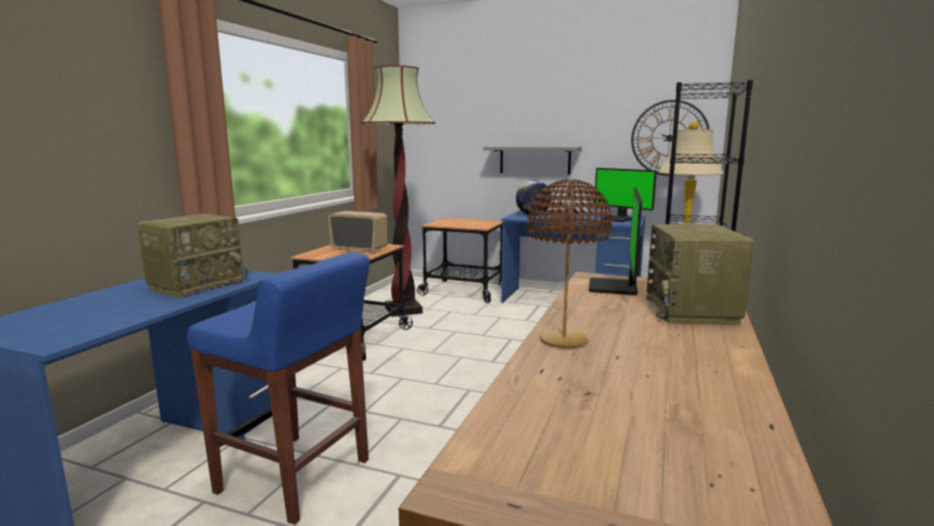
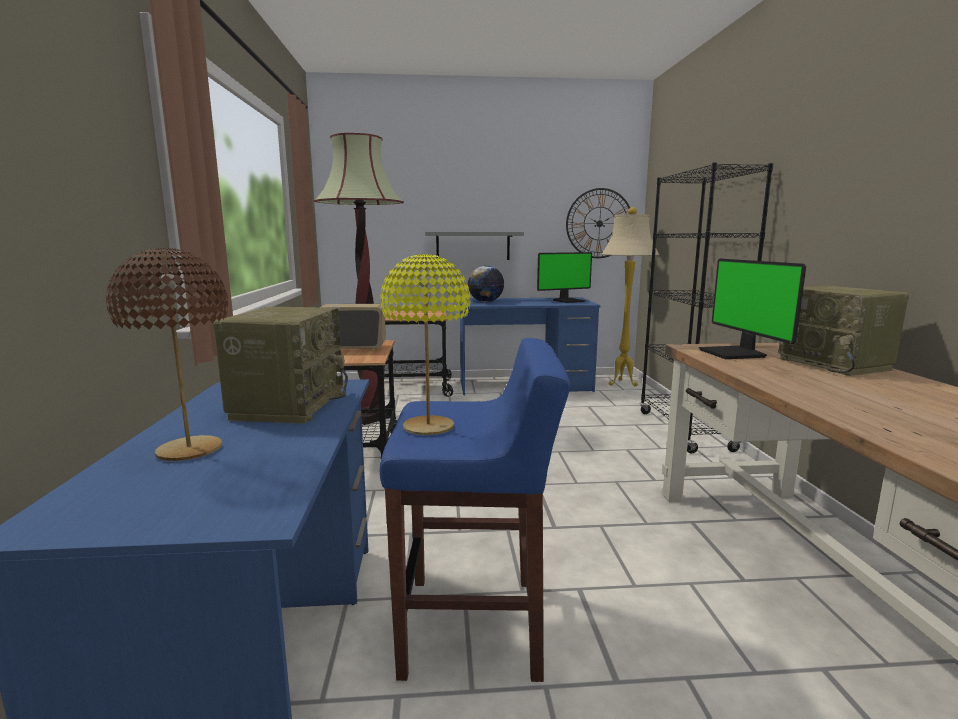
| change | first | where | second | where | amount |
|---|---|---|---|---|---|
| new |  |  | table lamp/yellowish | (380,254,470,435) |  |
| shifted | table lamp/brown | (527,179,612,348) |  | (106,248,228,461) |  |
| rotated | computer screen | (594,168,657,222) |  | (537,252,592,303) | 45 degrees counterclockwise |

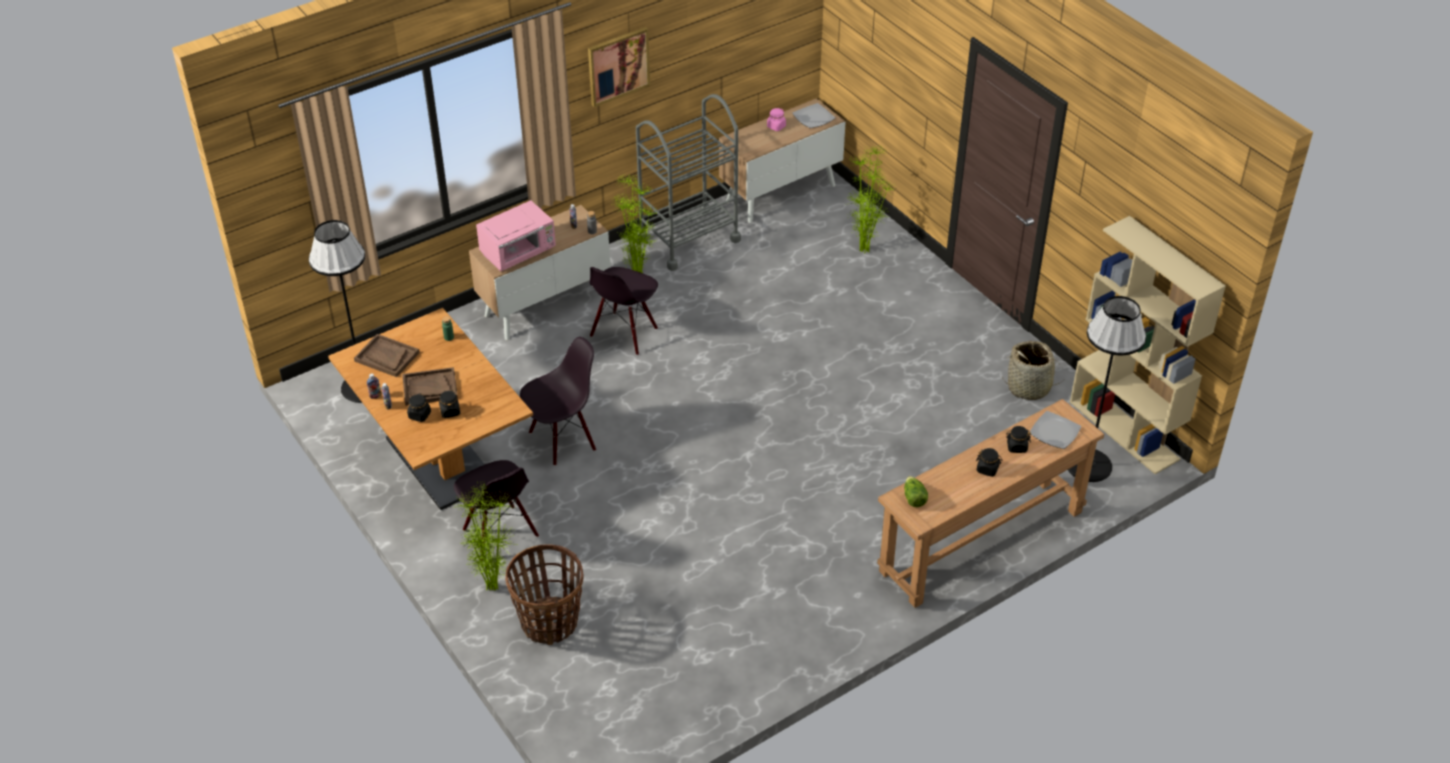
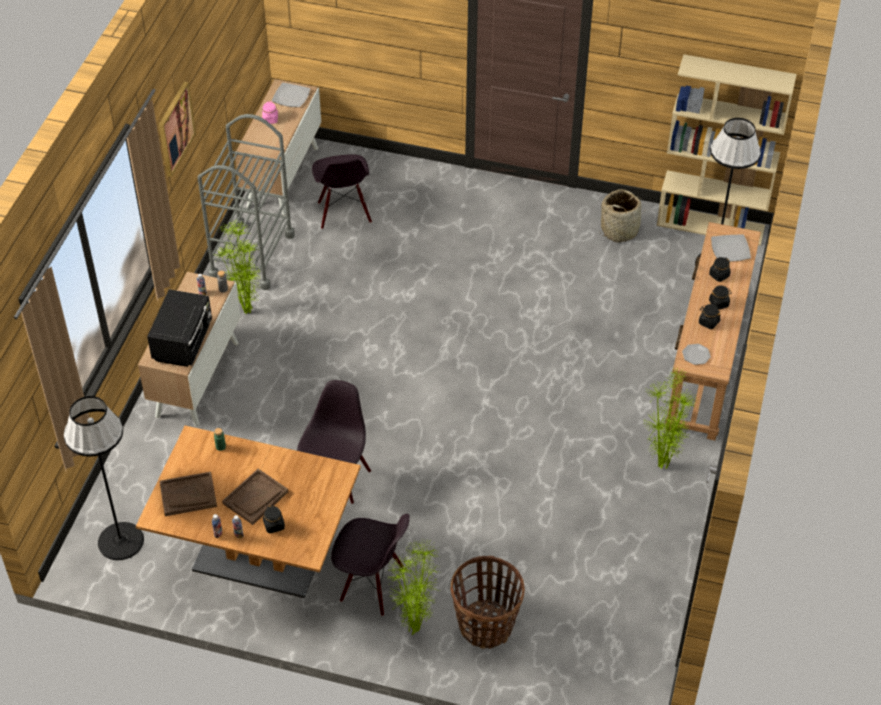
| change | first | where | second | where | amount |
|---|---|---|---|---|---|
| shifted | preserve jar/blackish | (439,390,460,418) |  | (699,304,721,329) |  |
| shifted | plain chair/blackish | (590,267,658,355) |  | (312,154,372,229) |  |
| shifted | houseplant | (846,146,896,253) |  | (642,368,696,469) |  |
| swapped | lettuce head | (904,476,928,507) | dinner plate | (682,344,711,365) |  |
| repainted | microwave oven/pink-coloured | (476,200,556,271) | microwave oven/blackish | (147,289,212,367) |  |

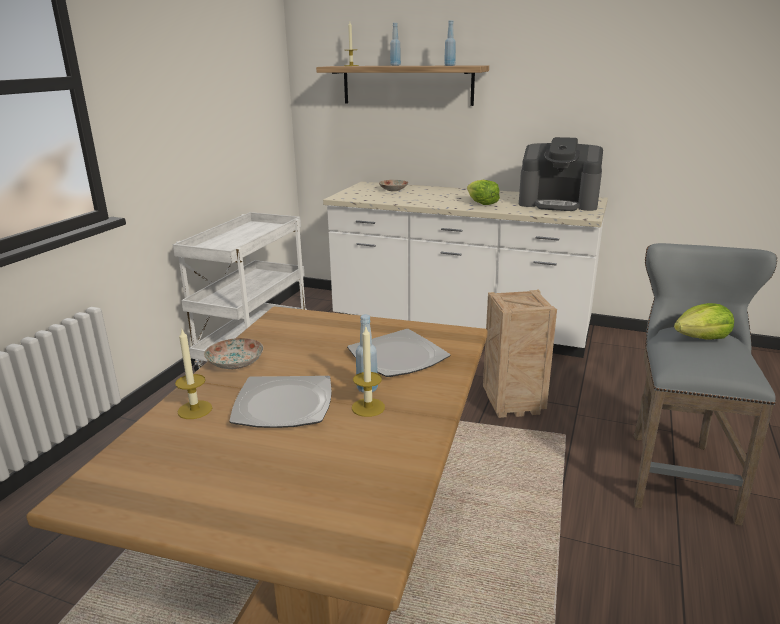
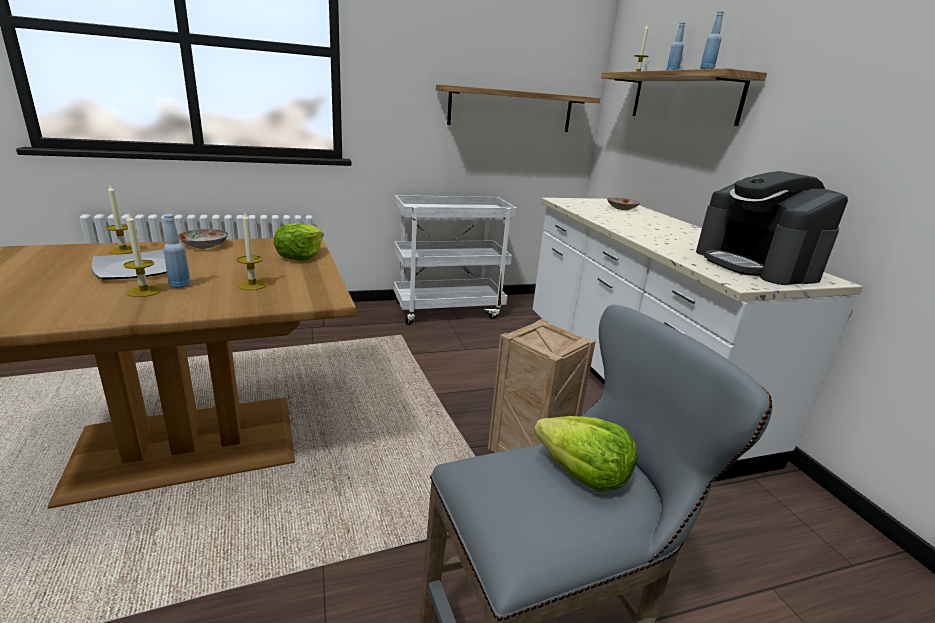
| change | first | where | second | where | amount |
|---|---|---|---|---|---|
| new |  |  | bracket shelf | (436,85,600,132) |  |
| shifted | lettuce head | (467,180,500,205) |  | (274,224,324,261) |  |
| swapped | dinner plate | (347,329,450,377) | wax light | (237,212,267,290) |  |

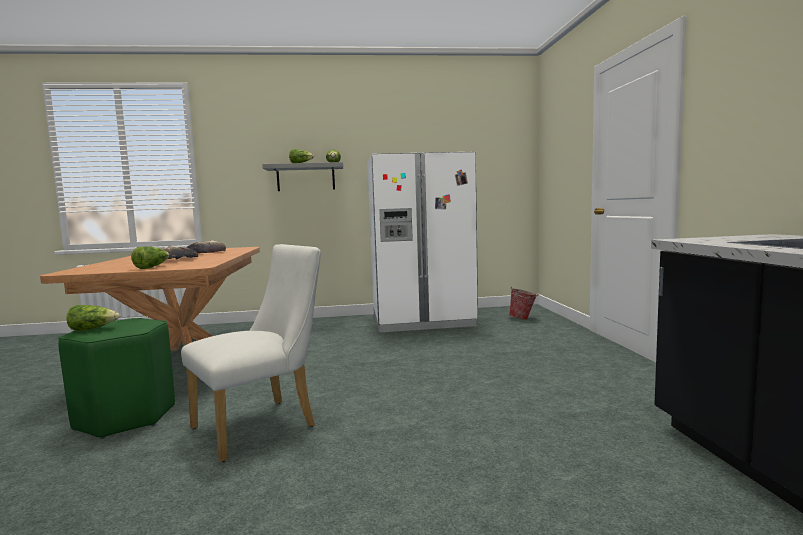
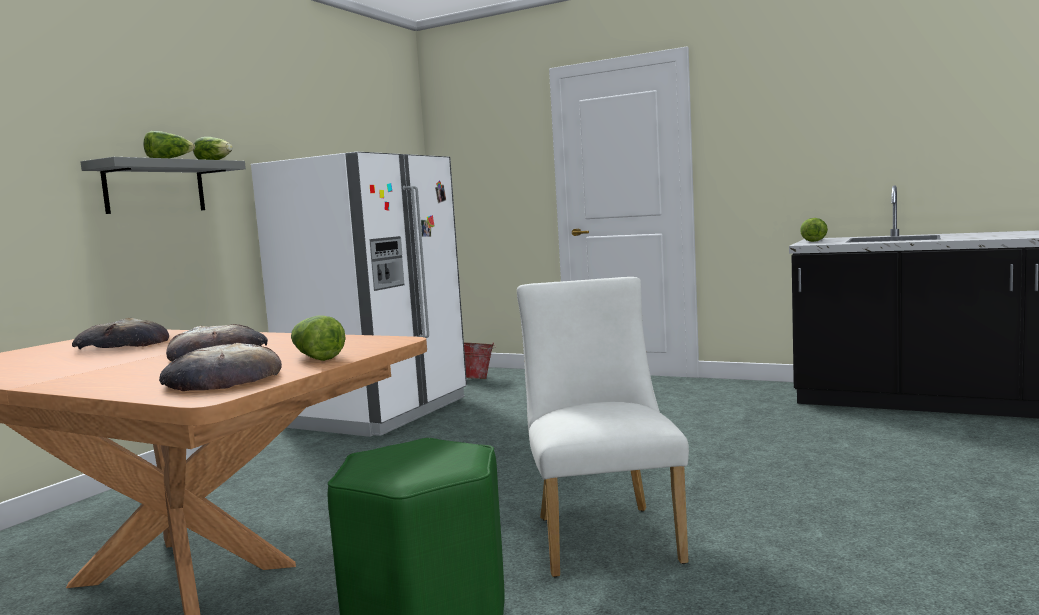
| change | first | where | second | where | amount |
|---|---|---|---|---|---|
| new |  |  | baked bread | (159,343,282,391) |  |
| shifted | lettuce head | (66,305,120,331) |  | (800,218,828,242) |  |

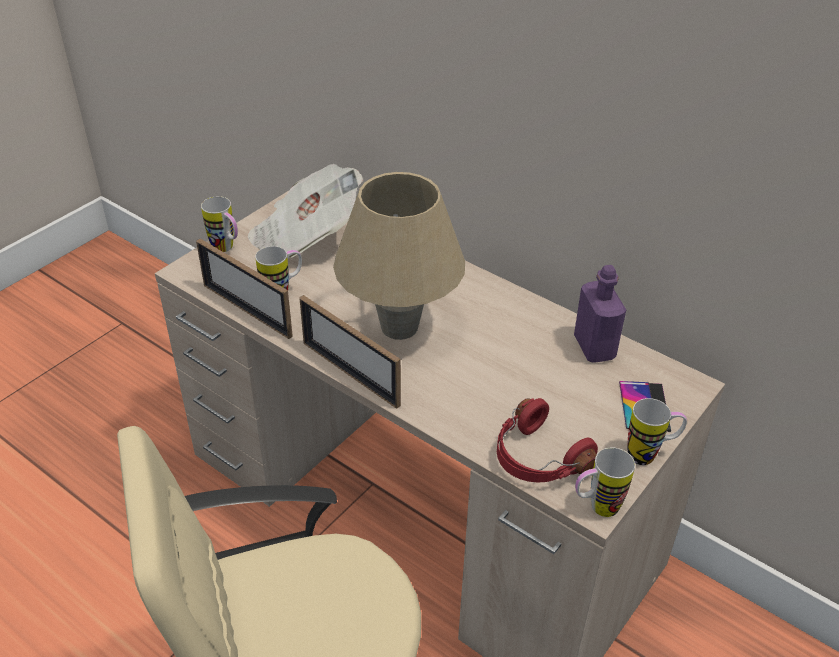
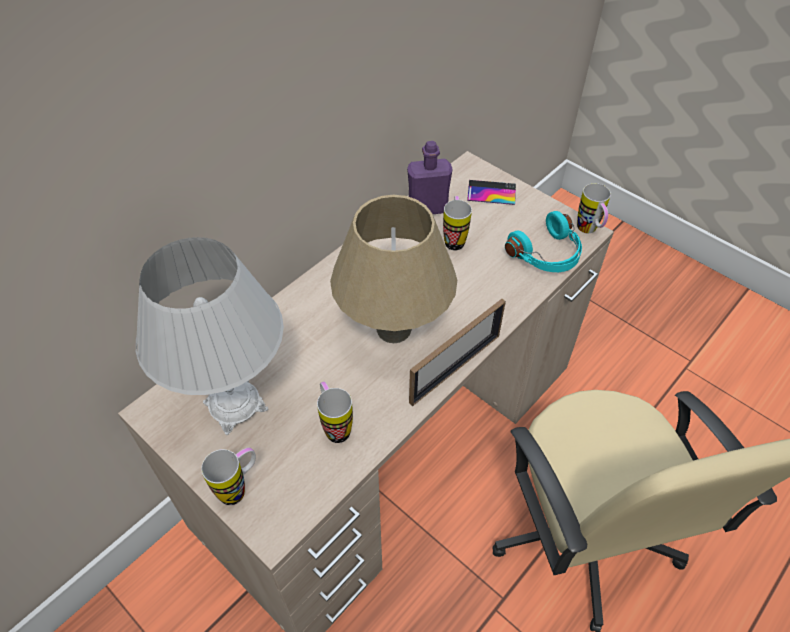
| change | first | where | second | where | amount |
|---|---|---|---|---|---|
| gone | standing frame | (196,239,293,339) |  |  |  |
| shifted | coffee mug | (627,398,687,465) |  | (443,196,472,251) |  |
| swapped | newspaper | (247,164,363,257) | table lamp/whitish | (136,237,284,435) |  |
| repainted | pair of headphones/red | (497,398,598,483) | pair of headphones/turquoise | (505,211,582,272) |  |

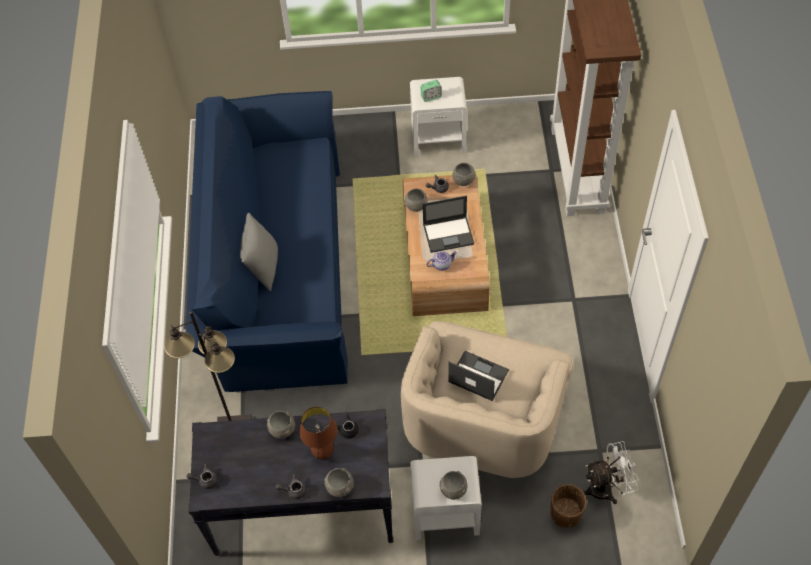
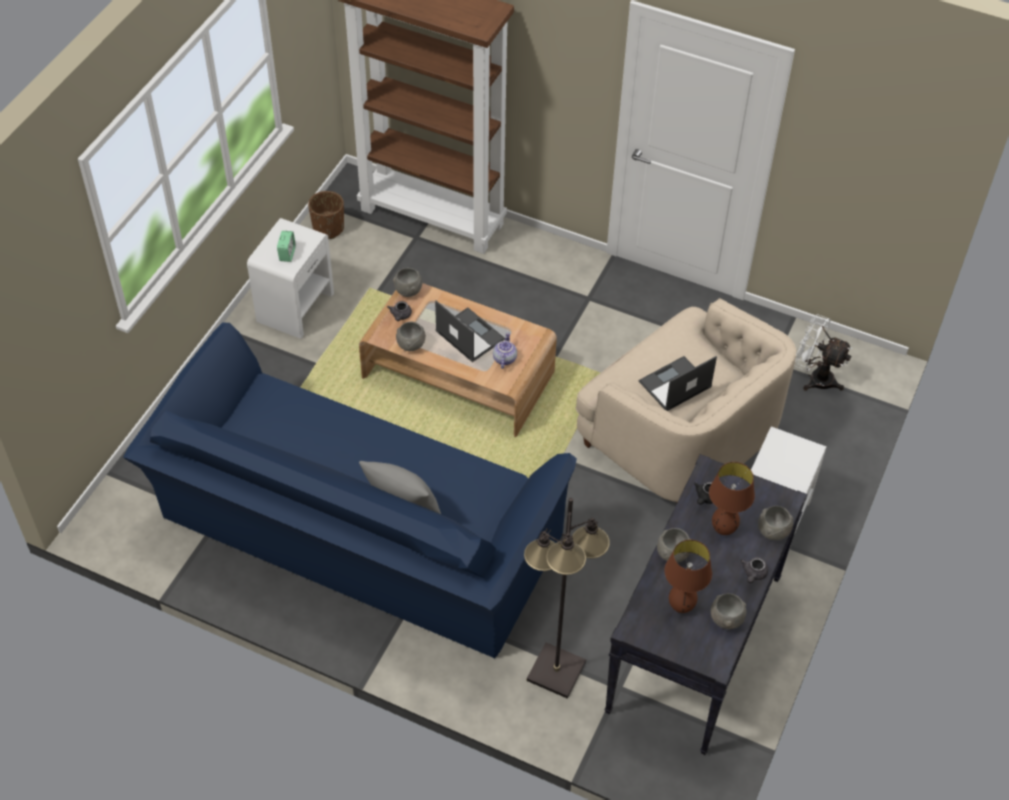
| change | first | where | second | where | amount |
|---|---|---|---|---|---|
| gone | tea pot/gray | (186,464,218,489) |  |  |  |
| new |  |  | table lamp/brown | (665,540,712,613) |  |
| shifted | serving bowl/gray | (440,471,467,500) |  | (711,593,747,629) |  |
| shifted | flower pot/brown | (551,484,587,528) |  | (308,191,344,239) |  |
| rotated | portable computer | (423,196,474,253) |  | (435,300,505,362) | 60 degrees counterclockwise |
| rotated | fan/whitish | (584,441,639,504) |  | (794,314,852,391) | 75 degrees counterclockwise |

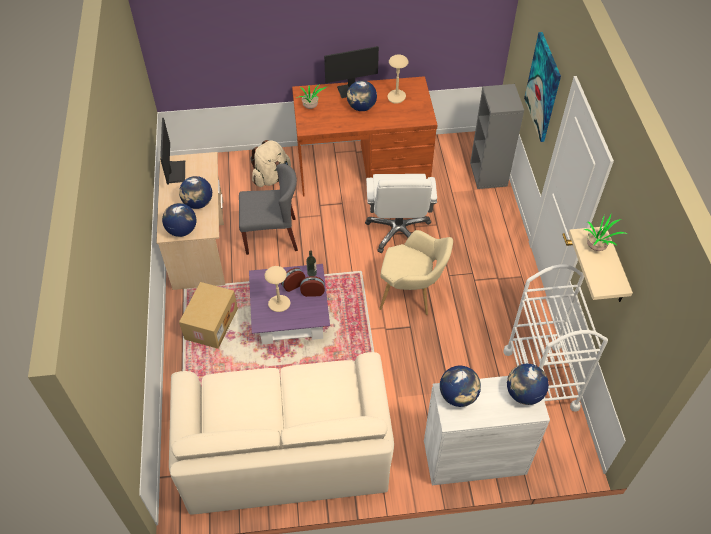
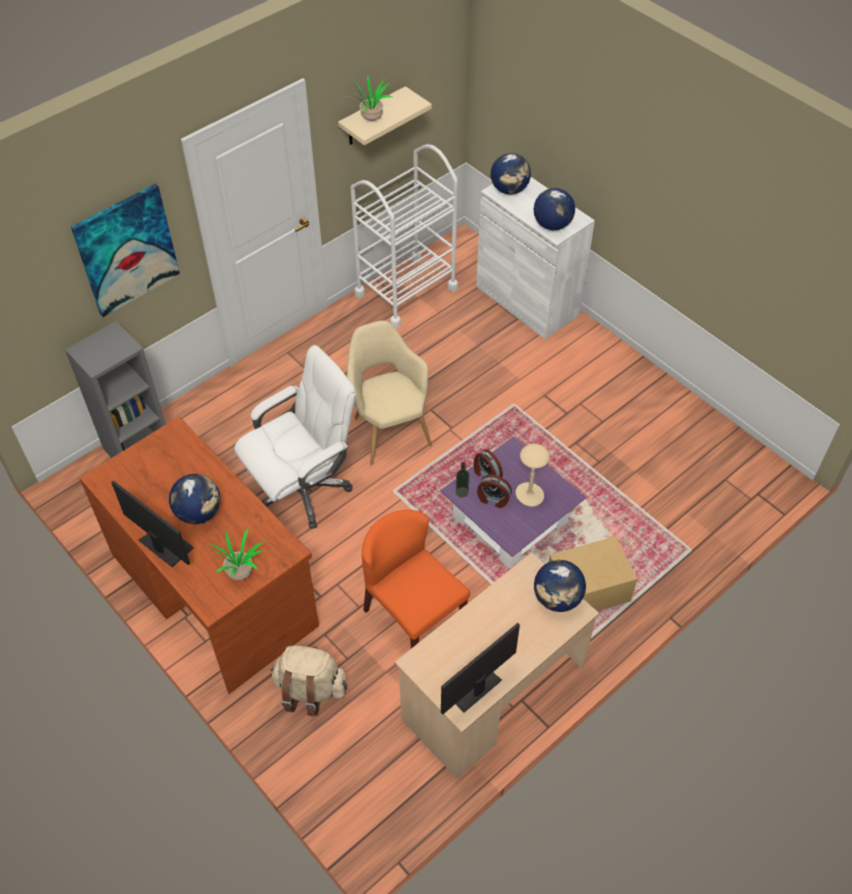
| change | first | where | second | where | amount |
|---|---|---|---|---|---|
| gone | couch/sand-coloured | (169,352,394,515) |  |  |  |
| gone | world globe | (179,176,212,209) |  |  |  |
| gone | table lamp/sand-coloured | (388,54,408,104) |  |  |  |
| repainted | plain chair/gray | (239,163,298,255) | plain chair/orange-coloured | (362,510,470,648) |  |

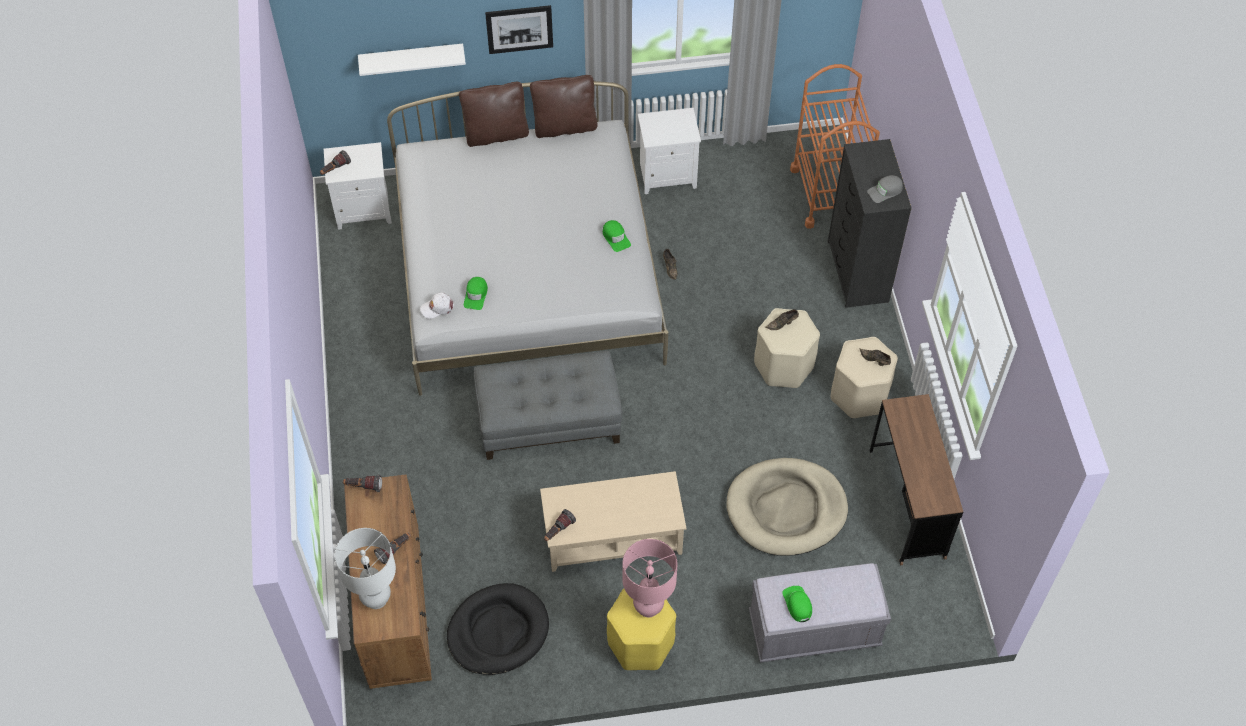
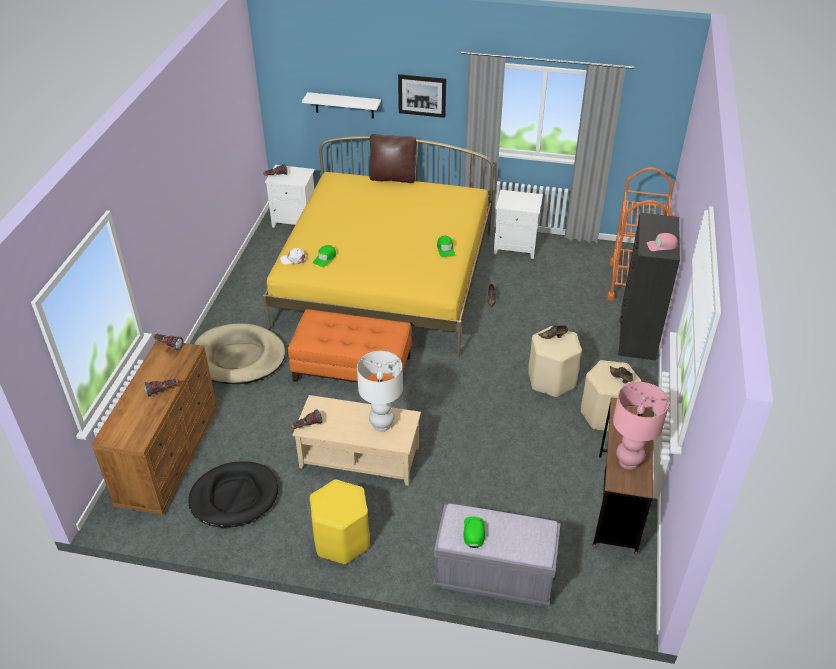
| change | first | where | second | where | amount |
|---|---|---|---|---|---|
| gone | throw pillow/brown | (530,75,597,138) |  |  |  |
| shifted | table lamp/whitish | (334,528,396,609) |  | (357,351,403,432) |  |
| shifted | table lamp/pink-coloured | (623,539,677,617) |  | (613,382,669,470) |  |
| shifted | pet bed/sand-coloured | (726,458,848,556) |  | (194,323,285,384) |  |
| repainted | bed/whitish | (387,81,668,396) | bed/yellowish | (263,136,494,357) |  |
| repainted | footrest/gray | (474,351,622,460) | footrest/orange-coloured | (288,309,411,382) |  |
| repainted | baseball cap/gray | (867,175,903,203) | baseball cap/pink-coloured | (647,233,678,251) |  |

